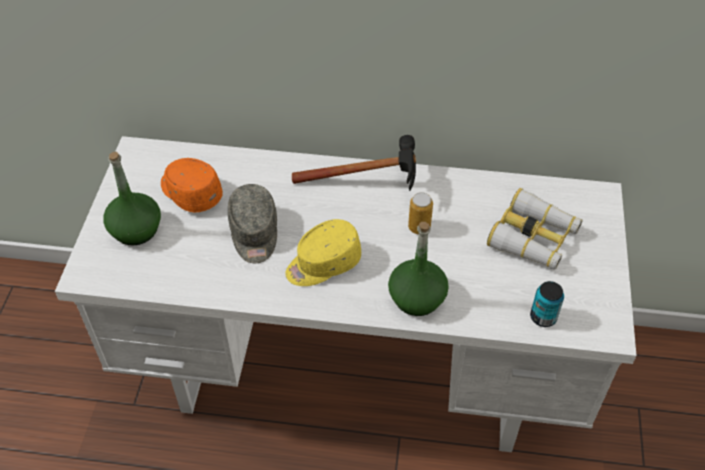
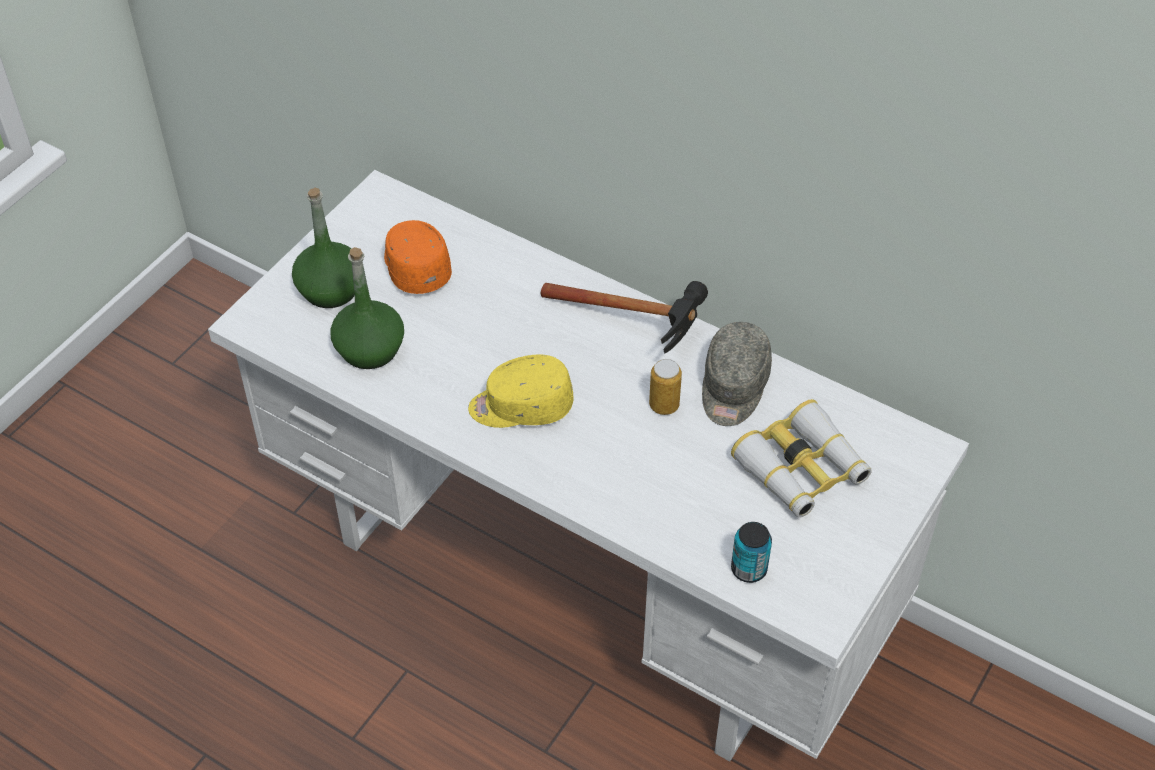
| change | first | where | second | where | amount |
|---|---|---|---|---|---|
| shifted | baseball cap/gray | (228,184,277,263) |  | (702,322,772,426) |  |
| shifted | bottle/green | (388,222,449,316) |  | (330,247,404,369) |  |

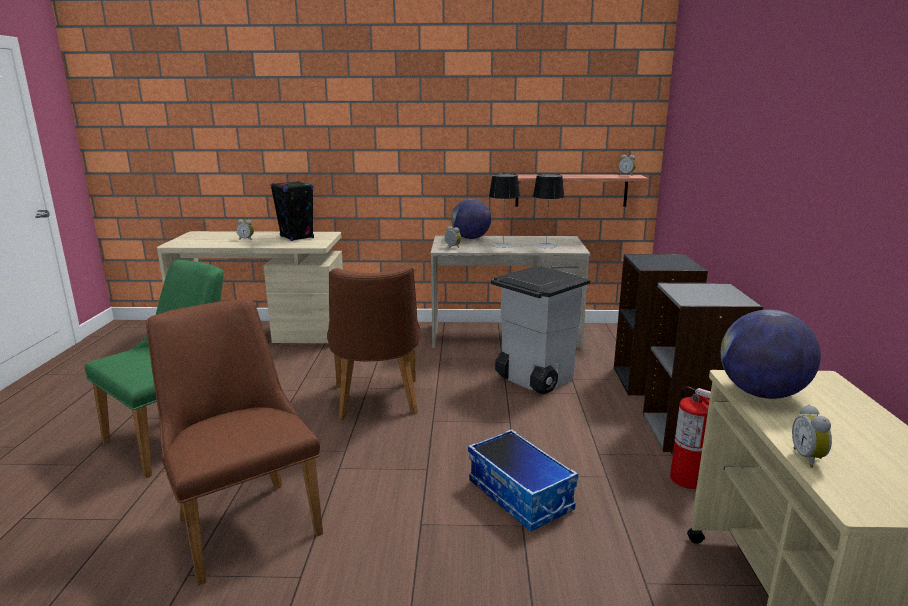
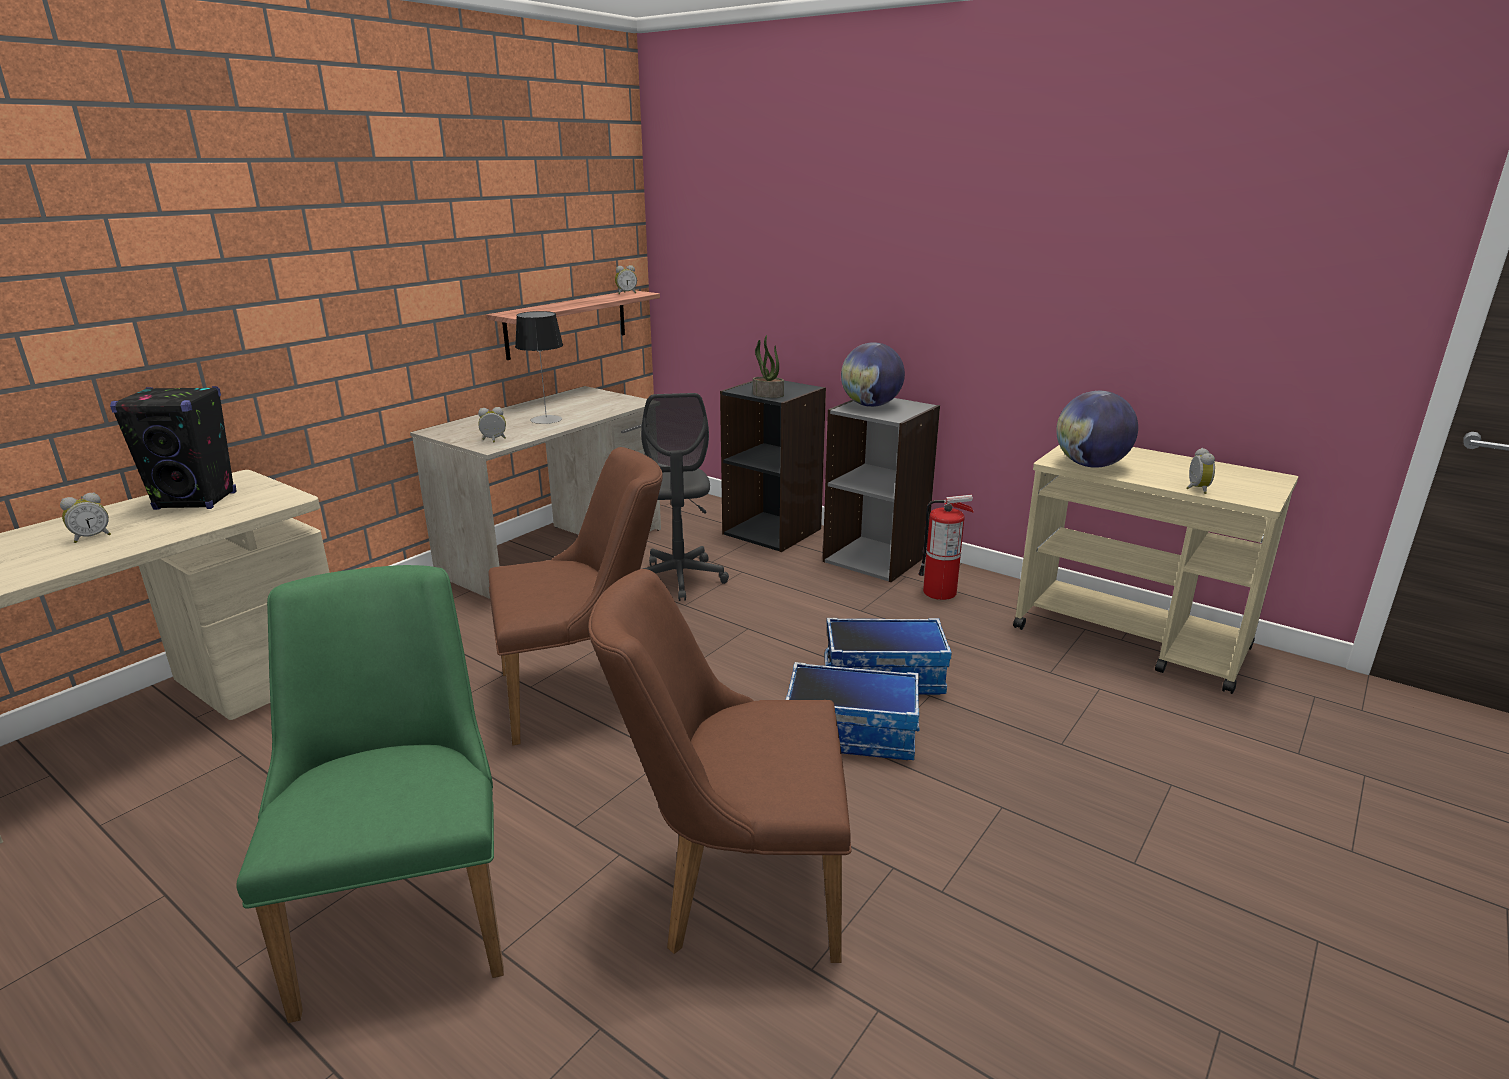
| change | first | where | second | where | amount |
|---|---|---|---|---|---|
| gone | table lamp | (533,174,564,248) |  |  |  |
| new |  |  | houseplant | (753,335,784,398) |  |
| new |  |  | storage container | (785,662,920,760) |  |
| shifted | world globe | (451,199,491,239) |  | (841,342,905,407) |  |
| swapped | rubbish bin/gray | (491,266,590,394) | office chair/gray | (641,393,729,601) |  |
| rotated | plain chair/brown | (327,265,421,420) |  | (488,447,663,746) | 45 degrees counterclockwise |
| rotated | table clock | (792,405,832,468) |  | (1187,448,1215,494) | 120 degrees counterclockwise |

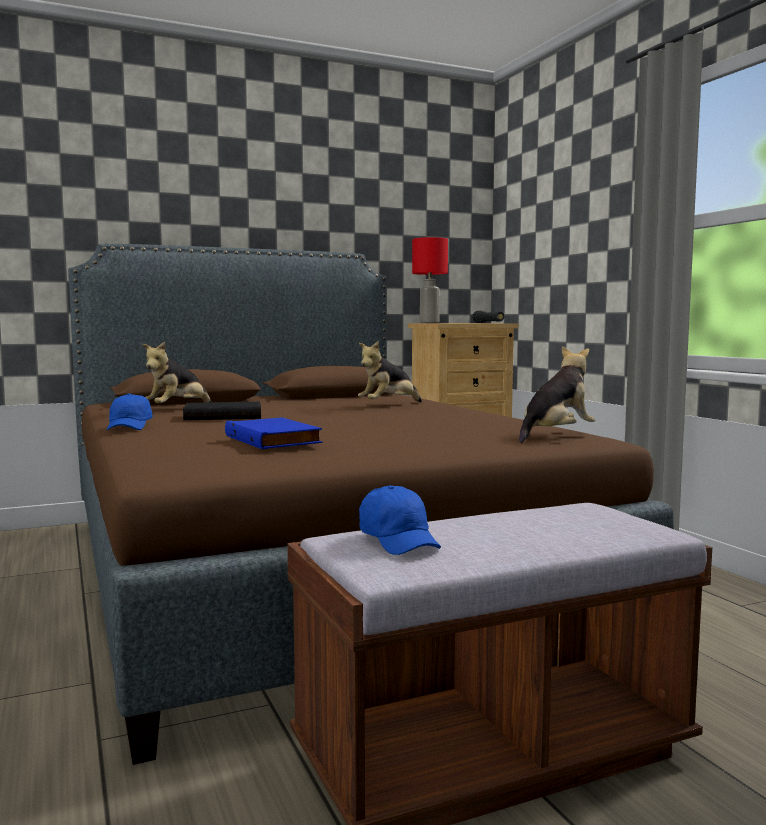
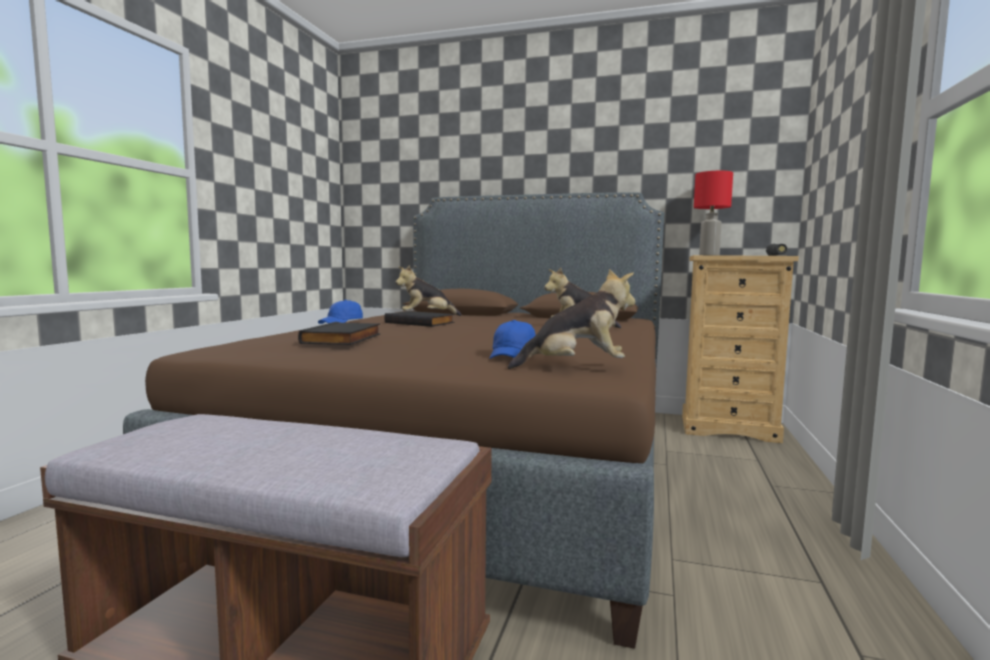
| change | first | where | second | where | amount |
|---|---|---|---|---|---|
| shifted | baseball cap/bluish | (359,485,441,555) |  | (489,320,536,359) |  |
| repainted | volume/bluish | (225,417,323,449) | volume/blackish | (298,322,380,345) |  |

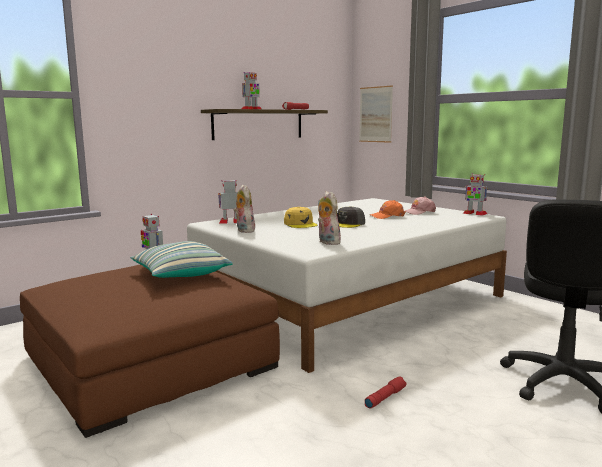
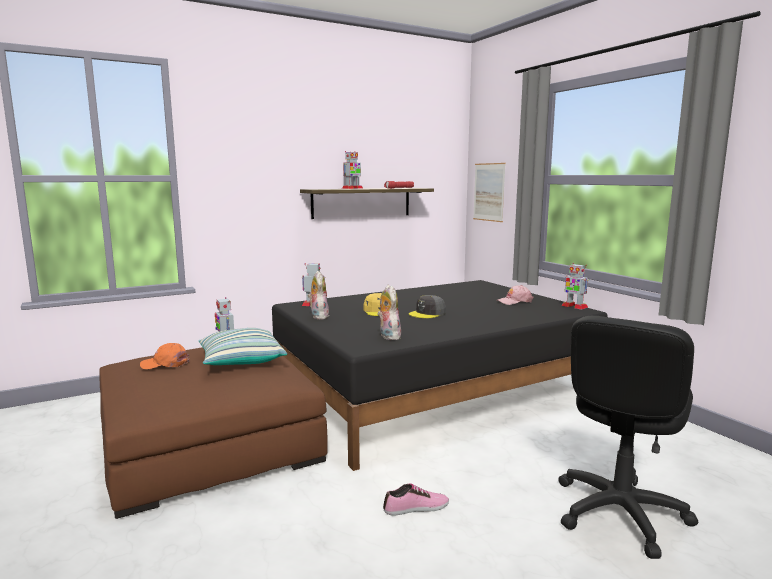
| change | first | where | second | where | amount |
|---|---|---|---|---|---|
| shifted | baseball cap/orange-coloured | (370,200,406,219) |  | (140,343,189,369) |  |
| swapped | hand torch/red | (365,377,406,409) | item of footwear | (383,484,449,515) |  |
| repainted | bed/whitish | (187,198,507,373) | bed/blackish | (272,280,608,471) |  |

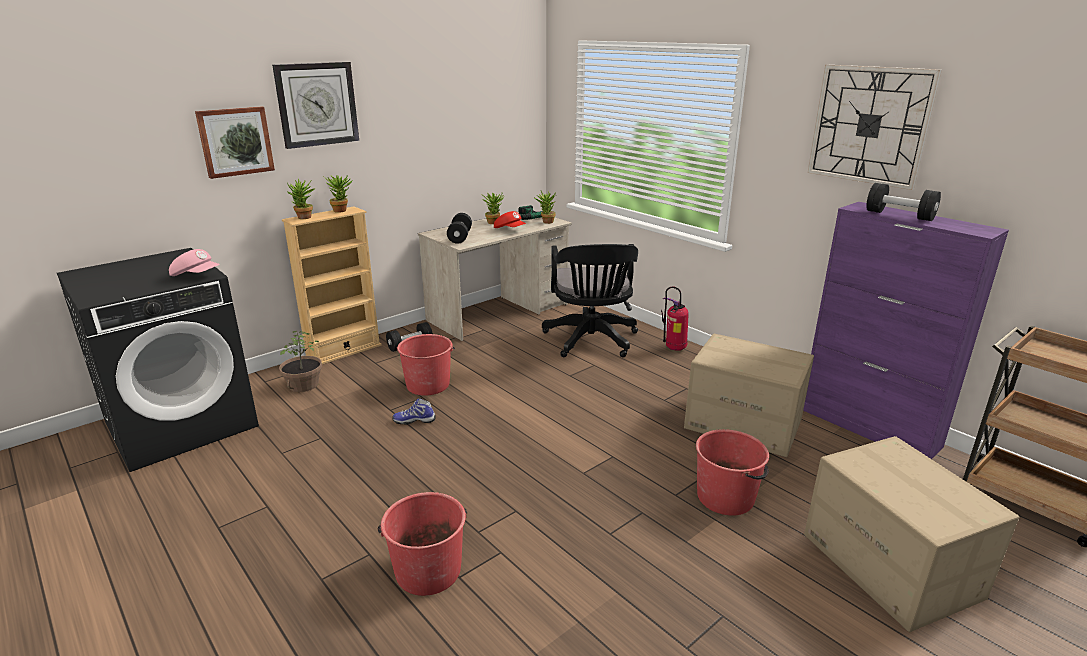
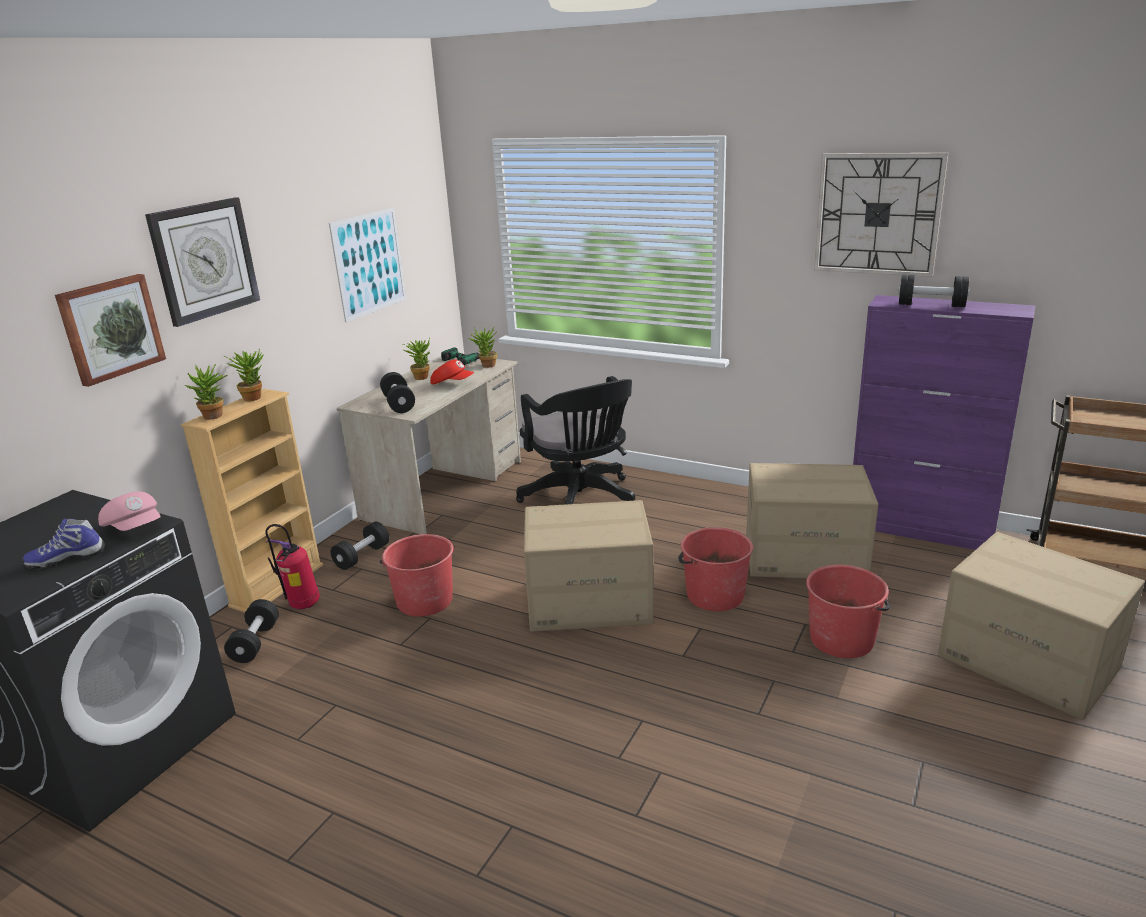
| change | first | where | second | where | amount |
|---|---|---|---|---|---|
| new |  |  | wall art | (329,207,406,323) |  |
| new |  |  | carton | (524,500,654,632) |  |
| shifted | water bucket/red | (378,492,467,596) |  | (678,527,753,611) |  |
| shifted | item of footwear | (393,398,436,425) |  | (22,519,105,569) |  |
| shifted | extinguisher | (661,286,689,351) |  | (265,524,320,609) |  |
| swapped | houseplant | (279,331,322,392) | free weight/blackish | (224,599,279,663) |  |
| rotated | baseball cap/pink-coloured | (169,249,220,276) |  | (98,491,161,531) | 45 degrees clockwise |

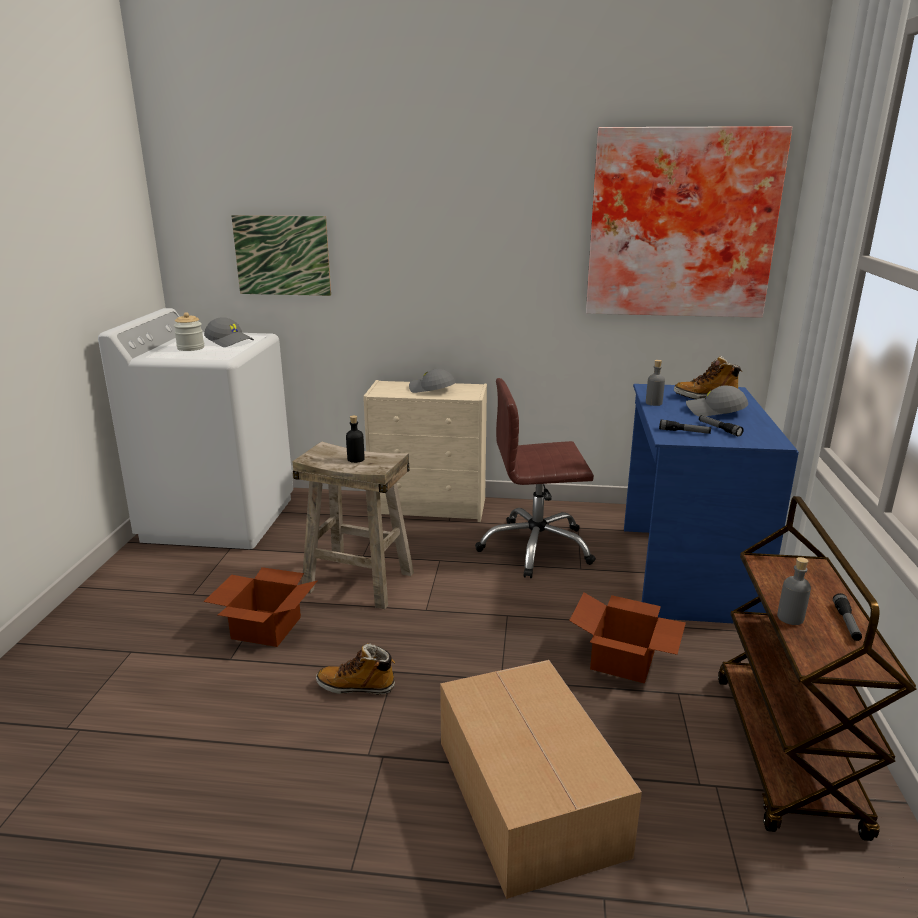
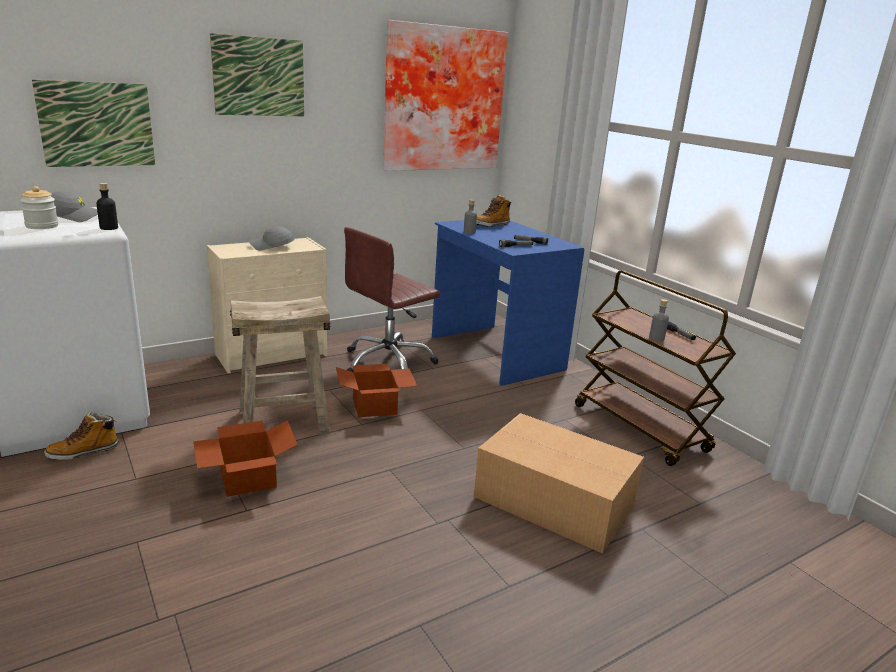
| change | first | where | second | where | amount |
|---|---|---|---|---|---|
| gone | baseball cap/gray | (686,385,748,416) |  |  |  |
| new |  |  | wall art | (210,33,304,116) |  |
| shifted | boot | (316,643,395,695) |  | (44,412,119,460) |  |
| shifted | bottle/blackish | (346,415,365,463) |  | (96,183,118,230) |  |
| shifted | carton | (569,592,686,684) |  | (336,364,417,417) |  |

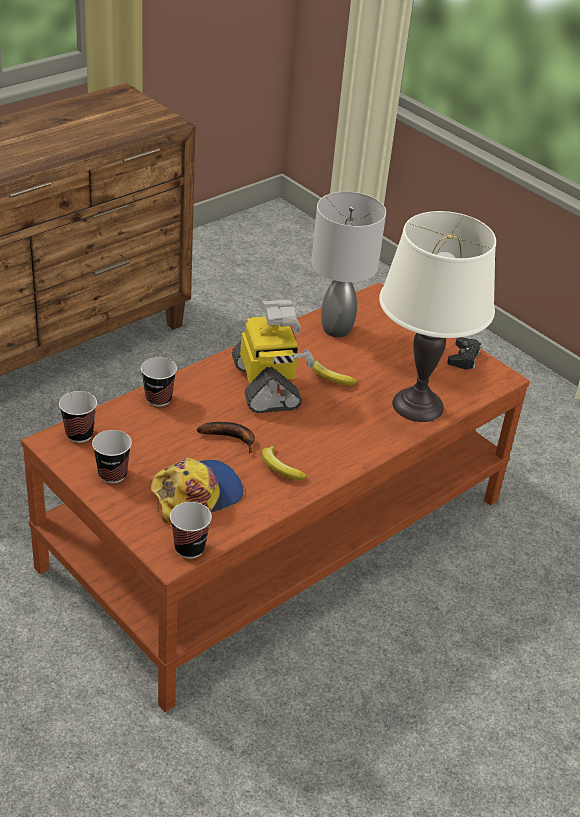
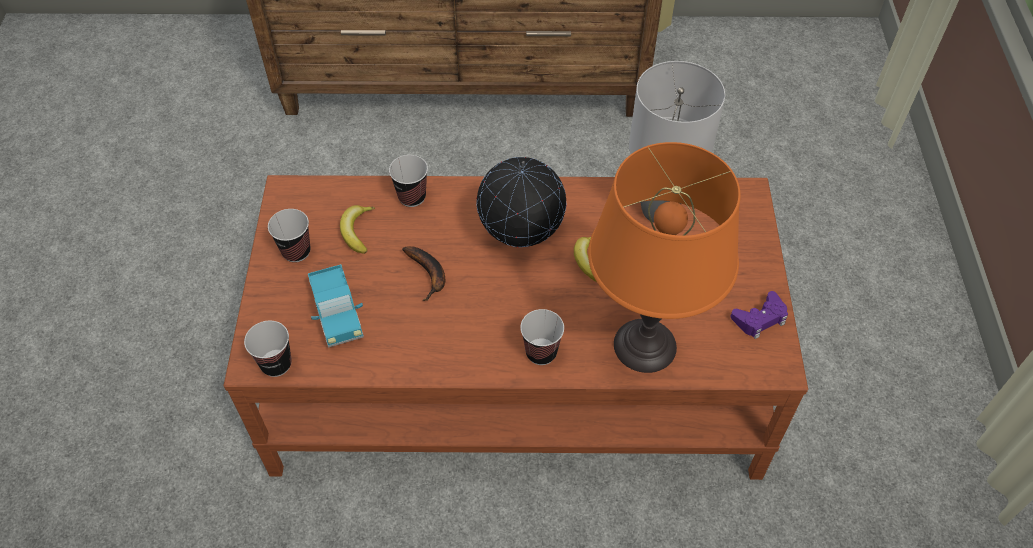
| change | first | where | second | where | amount |
|---|---|---|---|---|---|
| shifted | small cup | (59,391,97,443) |  | (520,309,564,365) |  |
| shifted | whole banana | (261,445,307,480) |  | (340,205,374,254) |  |
| swapped | baseball cap | (151,458,243,525) | toy lorry | (308,264,364,348) |  |
| swapped | toy robot | (232,300,315,413) | world globe | (476,157,567,248) |  |
| repainted | table lamp/whitish | (379,211,496,422) | table lamp/orange-coloured | (588,142,740,373) |  |
| repainted | joypad/blackish | (447,337,481,370) | joypad/purple-coloured | (730,291,788,339) |  |

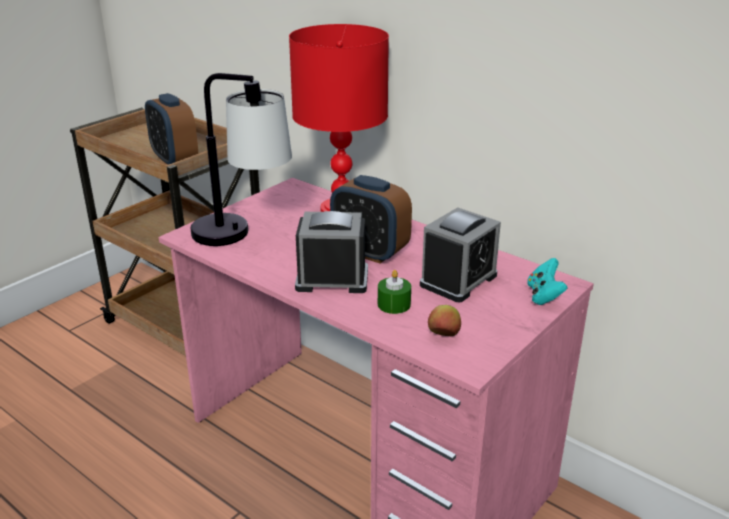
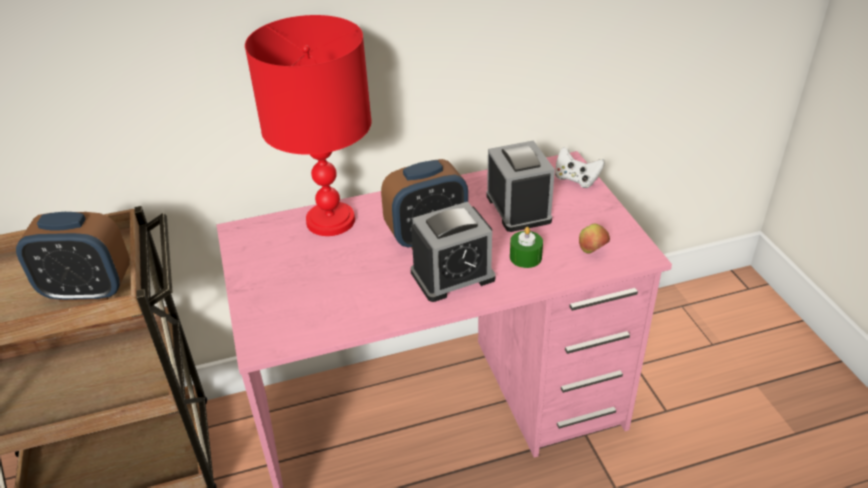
| change | first | where | second | where | amount |
|---|---|---|---|---|---|
| gone | table lamp | (191,73,292,246) |  |  |  |
| repainted | joypad/turquoise | (527,258,568,305) | joypad/whitish | (555,146,605,188) |  |
| rotated | table clock | (295,211,368,293) |  | (411,202,496,302) | 150 degrees counterclockwise |

